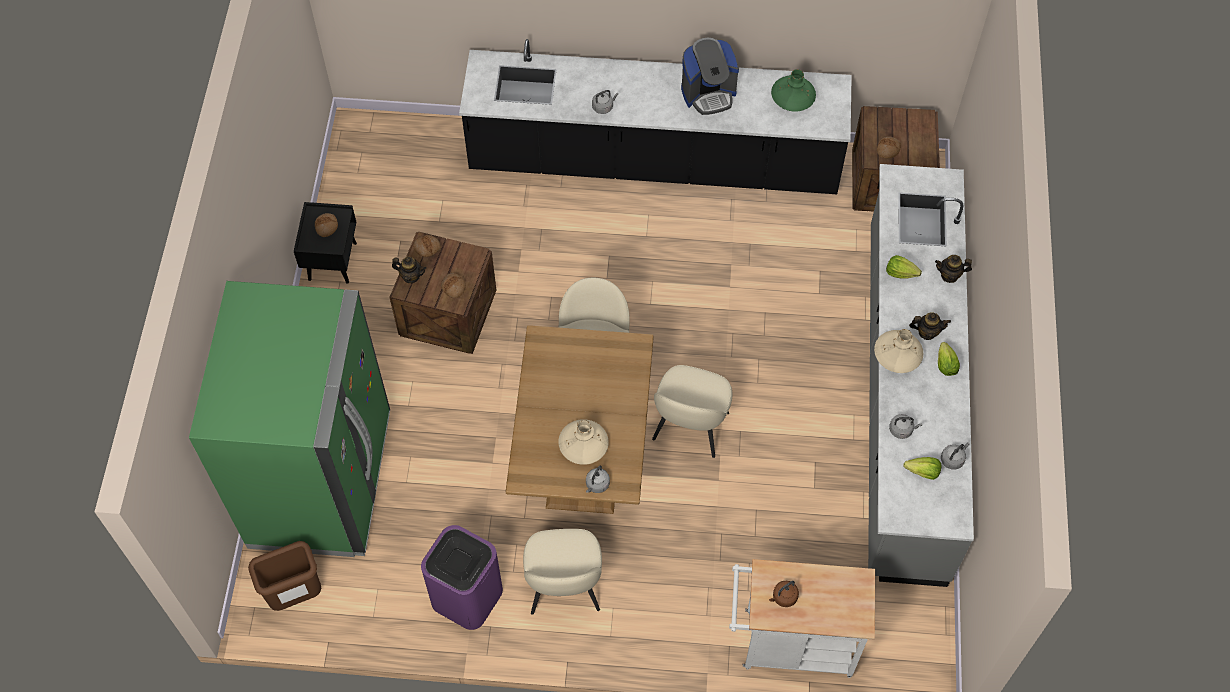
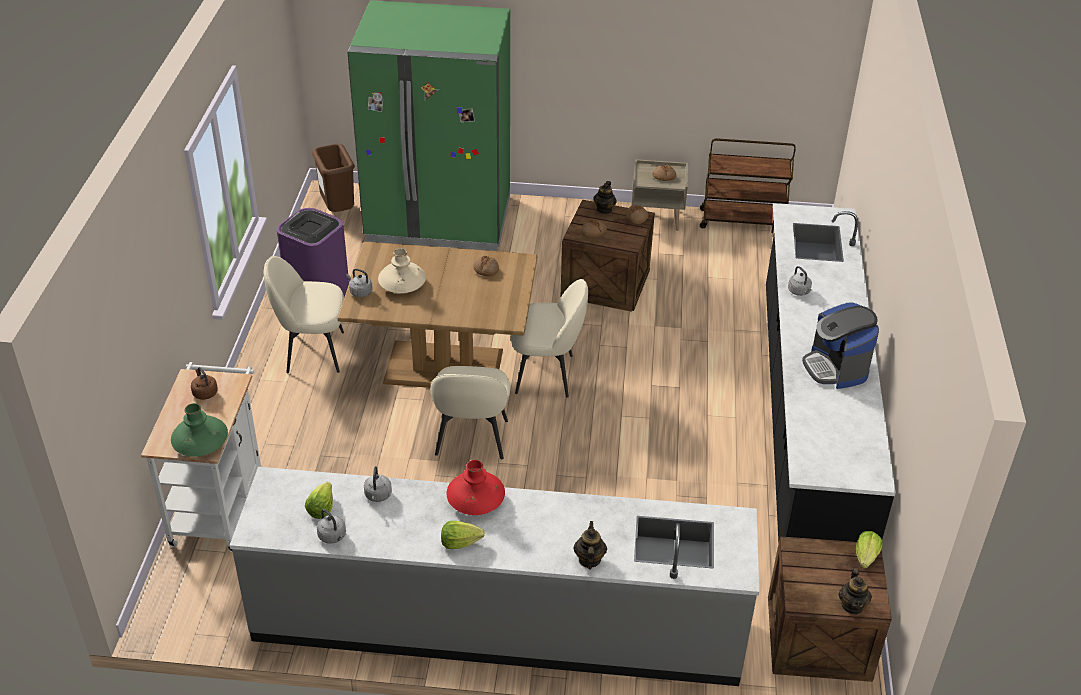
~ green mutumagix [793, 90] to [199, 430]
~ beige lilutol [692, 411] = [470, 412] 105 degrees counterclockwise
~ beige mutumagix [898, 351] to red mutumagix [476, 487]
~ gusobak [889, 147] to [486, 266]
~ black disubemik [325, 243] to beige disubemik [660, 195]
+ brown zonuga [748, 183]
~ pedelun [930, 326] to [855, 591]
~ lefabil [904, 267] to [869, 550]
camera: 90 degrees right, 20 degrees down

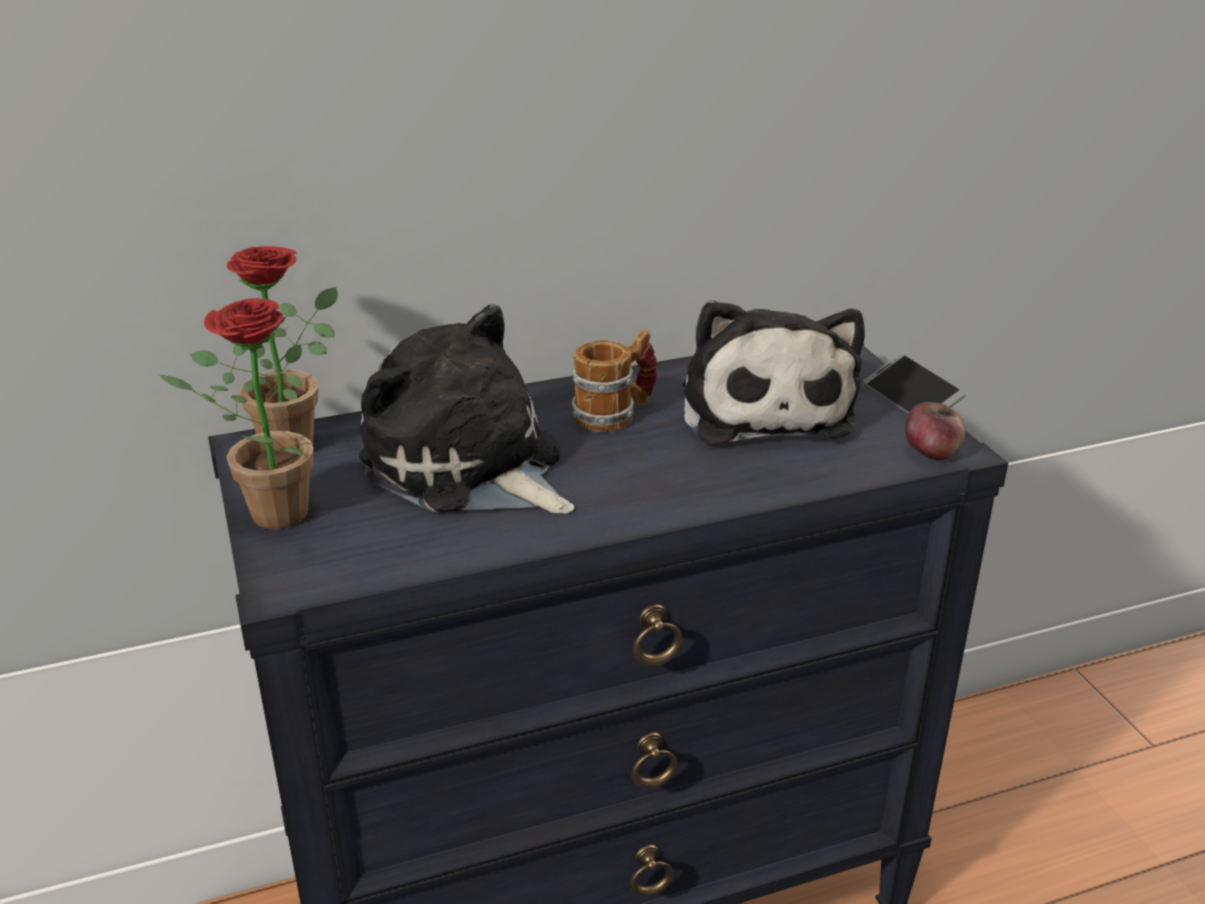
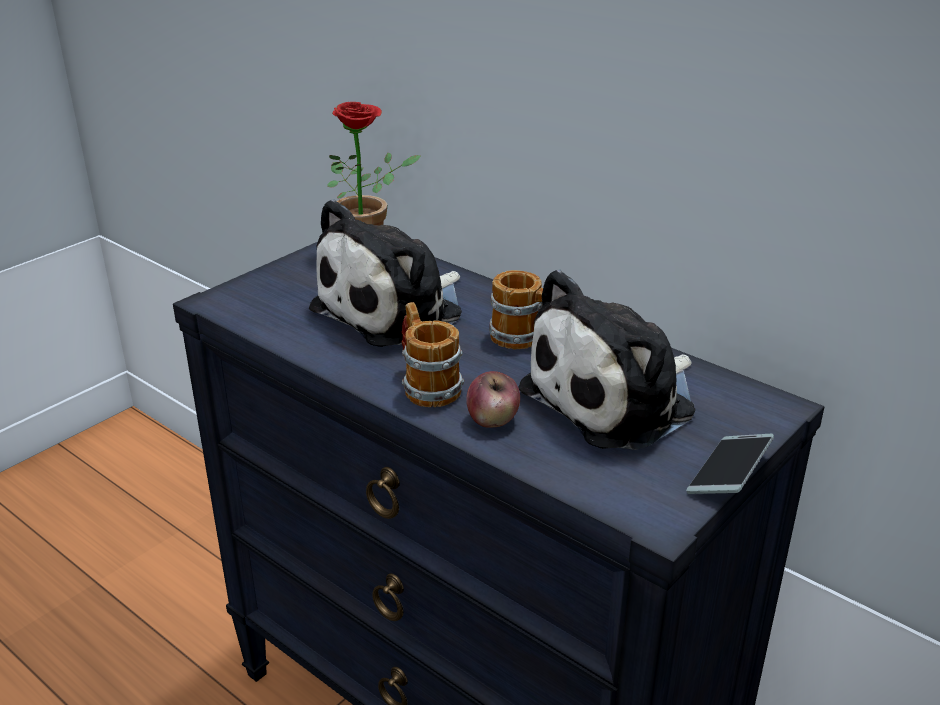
~ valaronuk [466, 409] = [385, 273] 150 degrees counterclockwise
+ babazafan [432, 354]
~ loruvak [935, 431] to [493, 399]
- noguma [236, 413]
camera: 60 degrees right, 0 degrees up

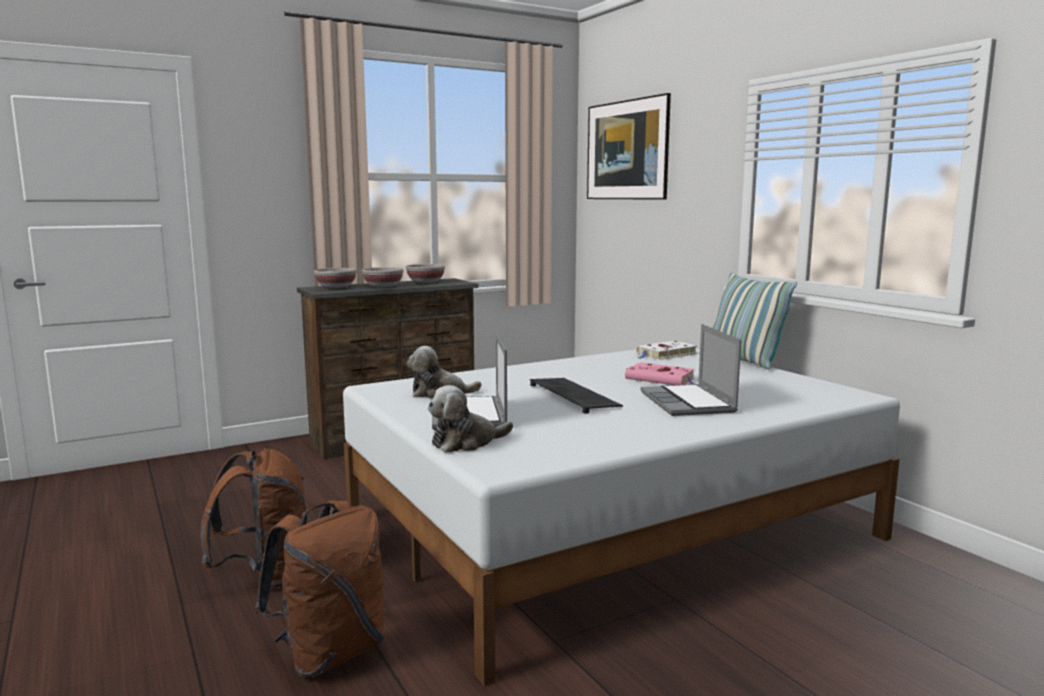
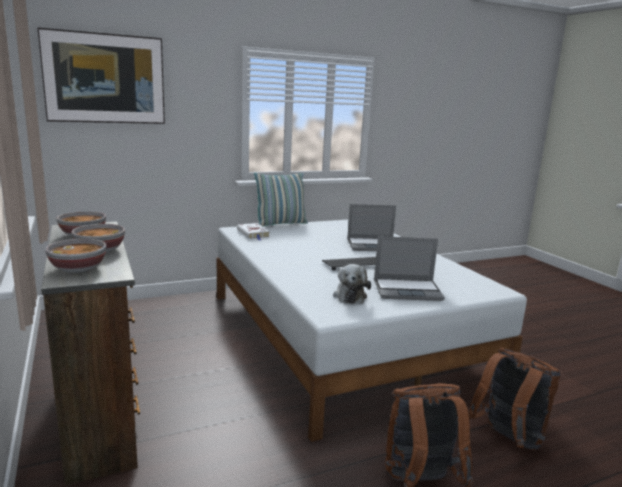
- valaronuk [470, 419]
- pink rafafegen [660, 373]
camera: 85 degrees left, 5 degrees up

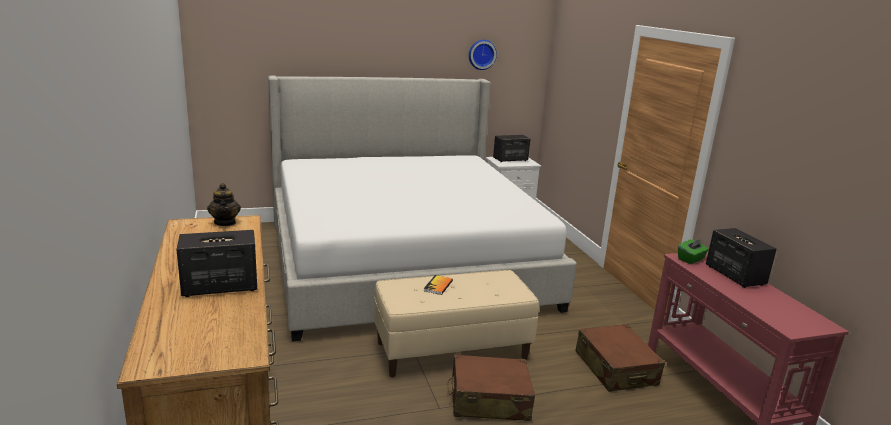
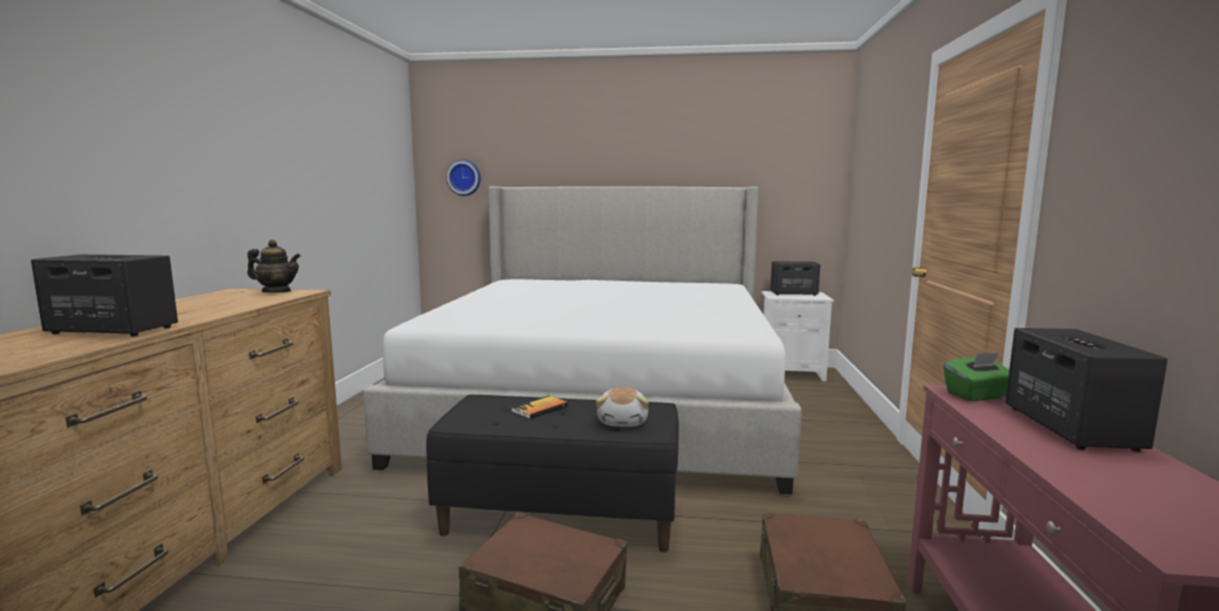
~ pedelun [224, 204] = [274, 266] 90 degrees counterclockwise
~ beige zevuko [456, 323] to black zevuko [552, 473]
~ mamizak [483, 55] to [463, 177]
+ valaronuk [622, 407]
camera: 25 degrees right, 10 degrees down

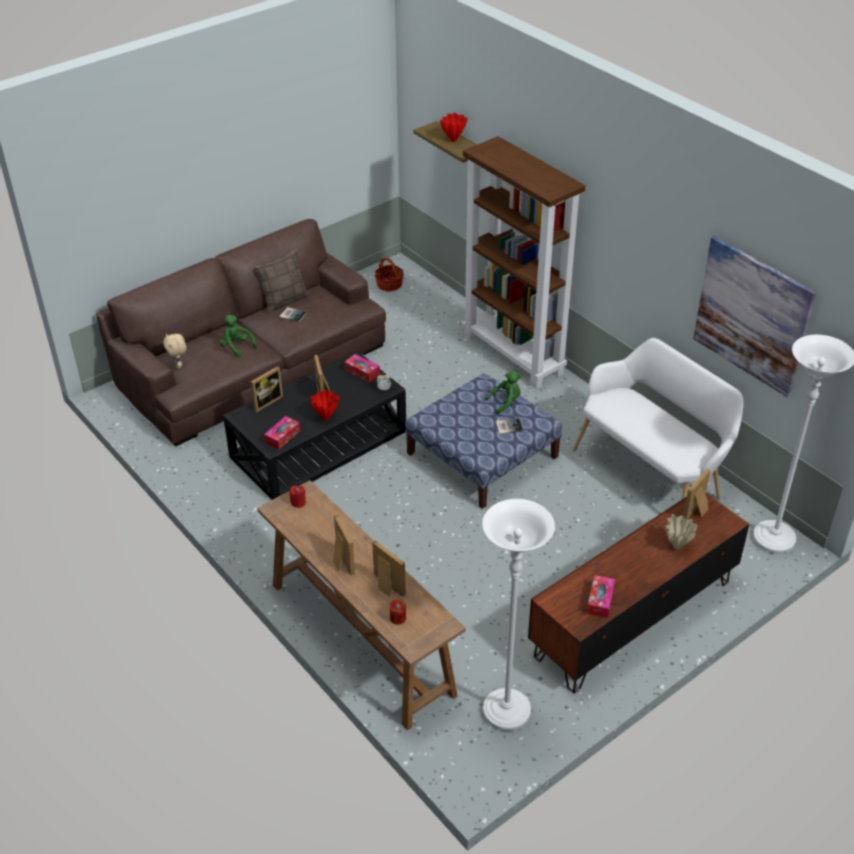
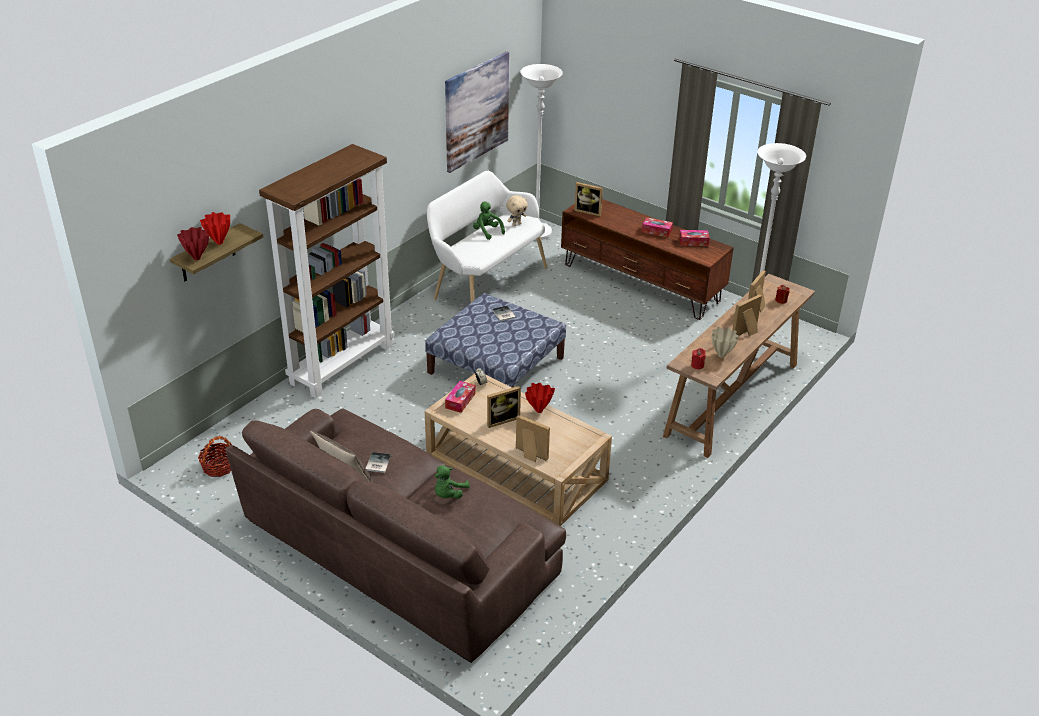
+ red mutumagix [193, 243]
~ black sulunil [314, 425] to beige sulunil [518, 448]
~ green valaronuk [503, 392] to [489, 220]
~ beige valaronuk [175, 351] to [517, 210]
~ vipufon [282, 433] to [657, 227]
~ beige mutumagix [682, 531] to [725, 342]
camera: 105 degrees left, 5 degrees down

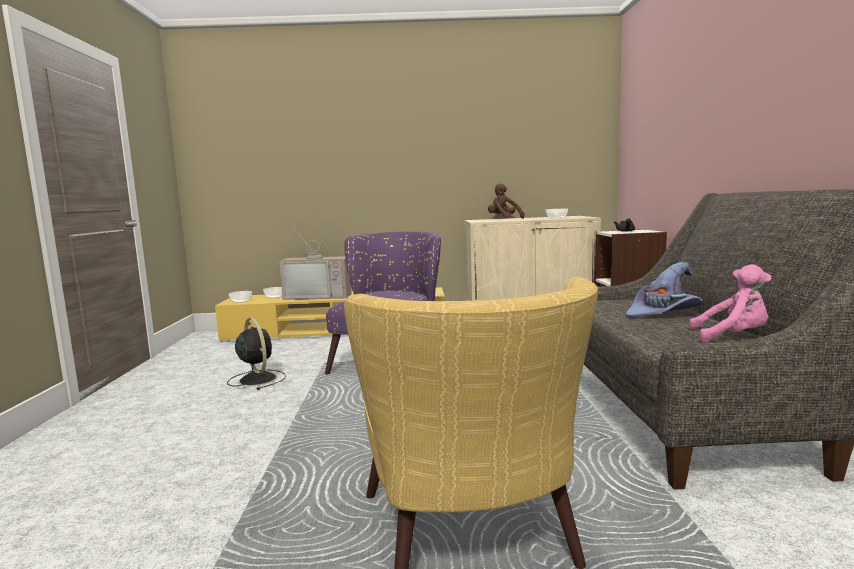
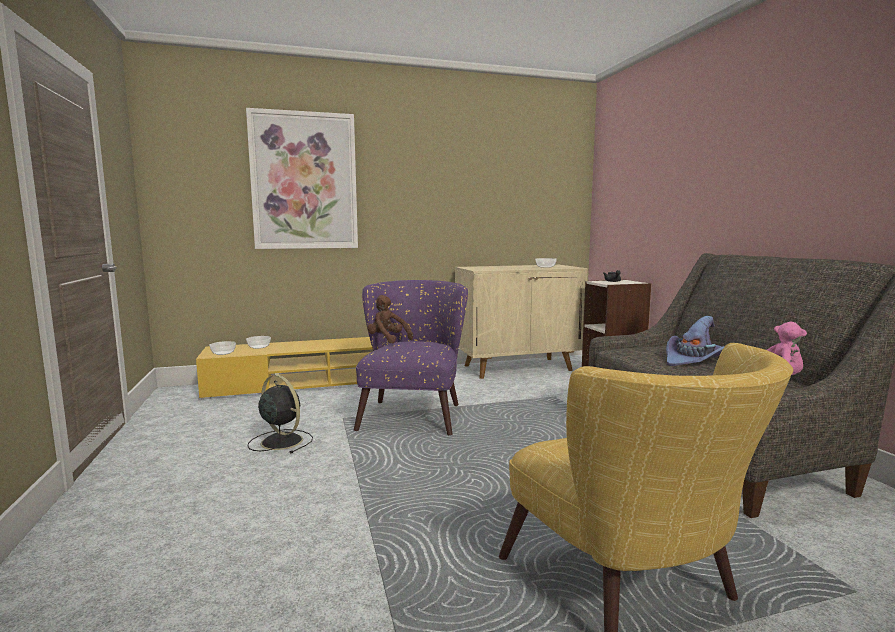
+ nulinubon [302, 178]
~ brown valaronuk [506, 201] to [390, 319]
- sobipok [315, 263]
camera: 15 degrees left, 0 degrees up

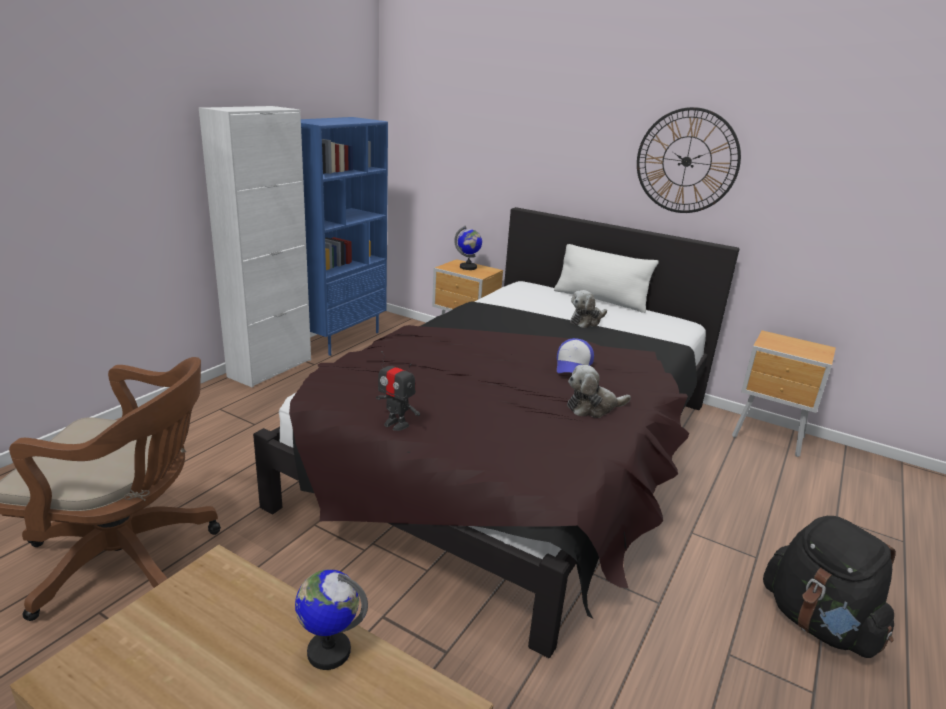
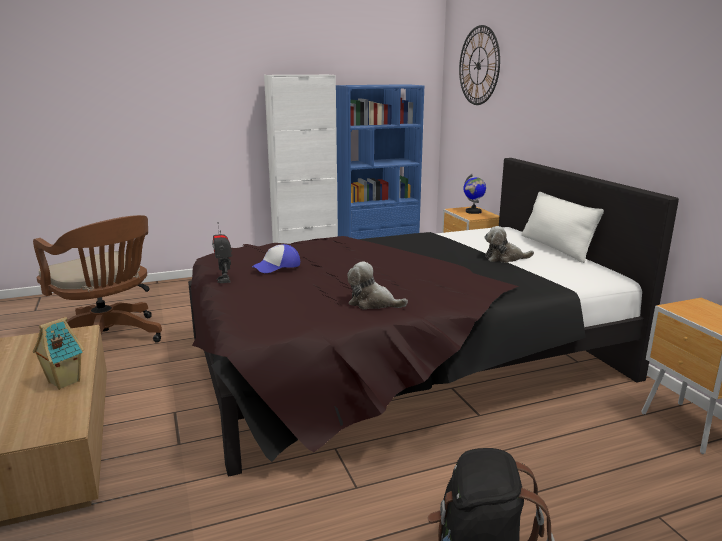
~ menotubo [331, 619] to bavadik [58, 353]
~ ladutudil [575, 355] to [276, 258]
~ mamizak [689, 160] to [479, 65]
camera: 40 degrees right, 5 degrees down

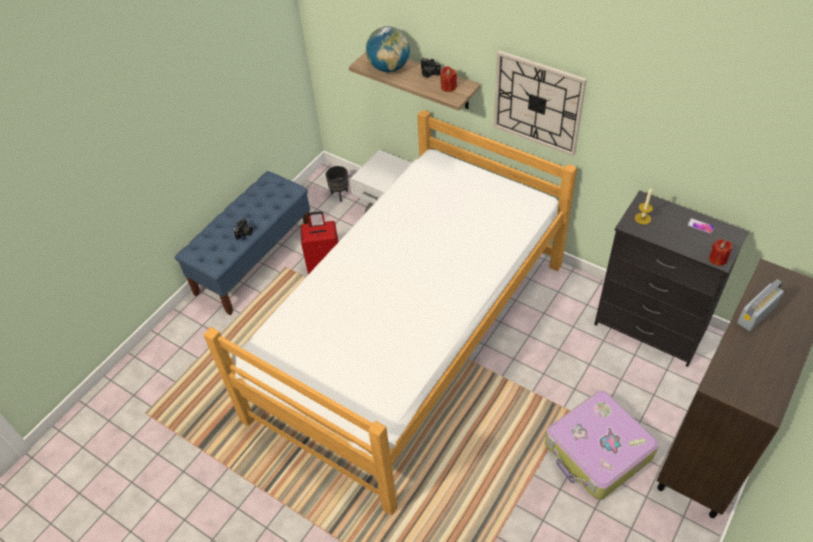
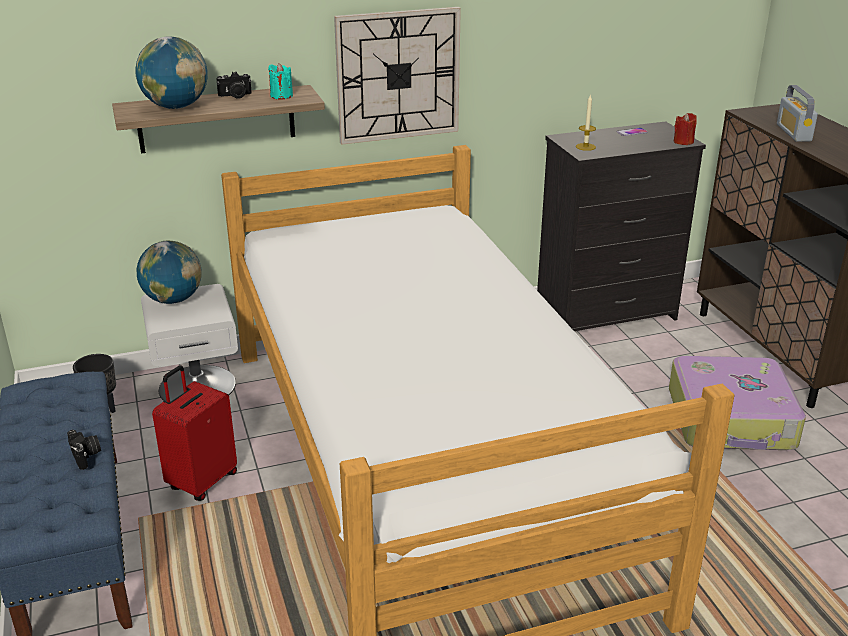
+ menotubo [169, 272]
~ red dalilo [448, 79] to turquoise dalilo [280, 81]
camera: 55 degrees left, 20 degrees down

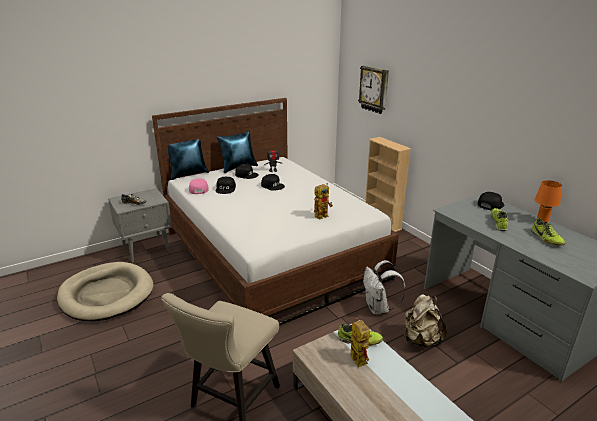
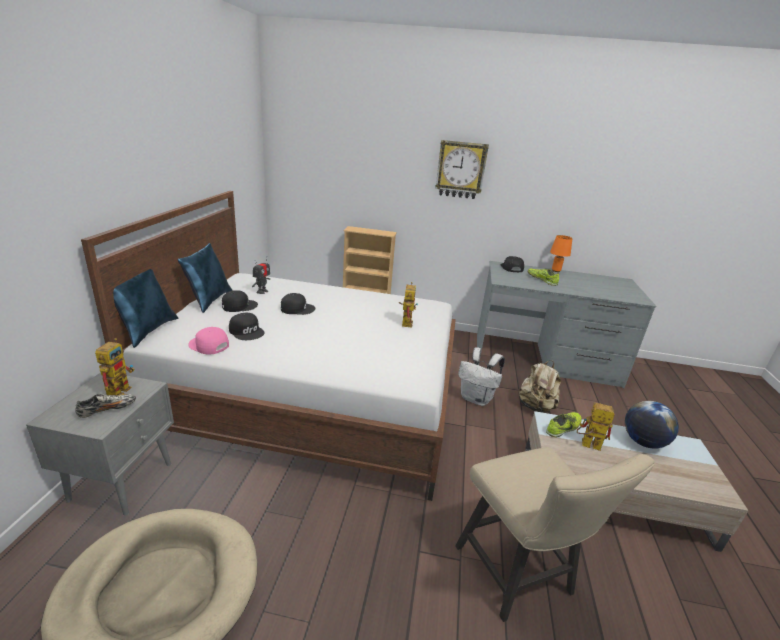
+ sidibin [114, 366]
~ mamizak [373, 89] to [462, 169]
+ menotubo [652, 425]
- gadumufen [548, 232]
camera: 50 degrees left, 0 degrees up

